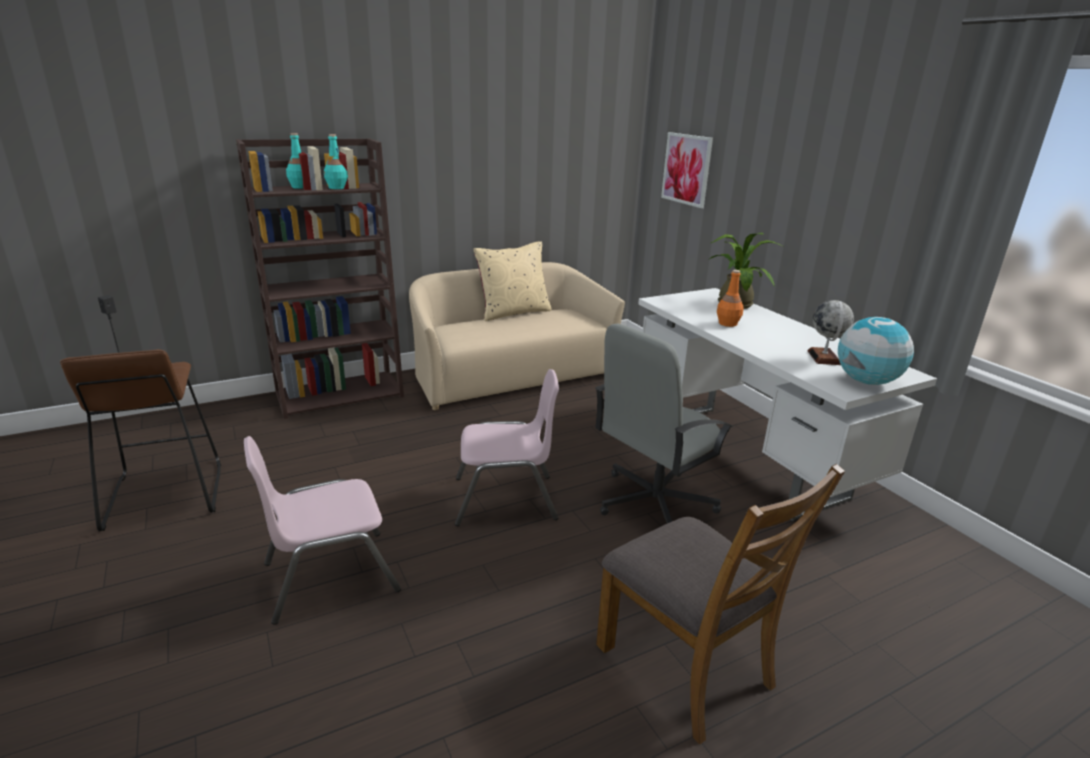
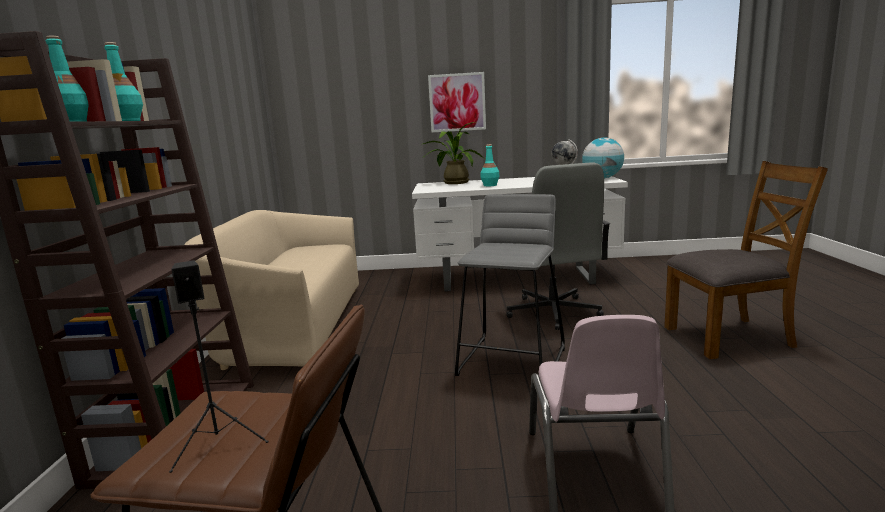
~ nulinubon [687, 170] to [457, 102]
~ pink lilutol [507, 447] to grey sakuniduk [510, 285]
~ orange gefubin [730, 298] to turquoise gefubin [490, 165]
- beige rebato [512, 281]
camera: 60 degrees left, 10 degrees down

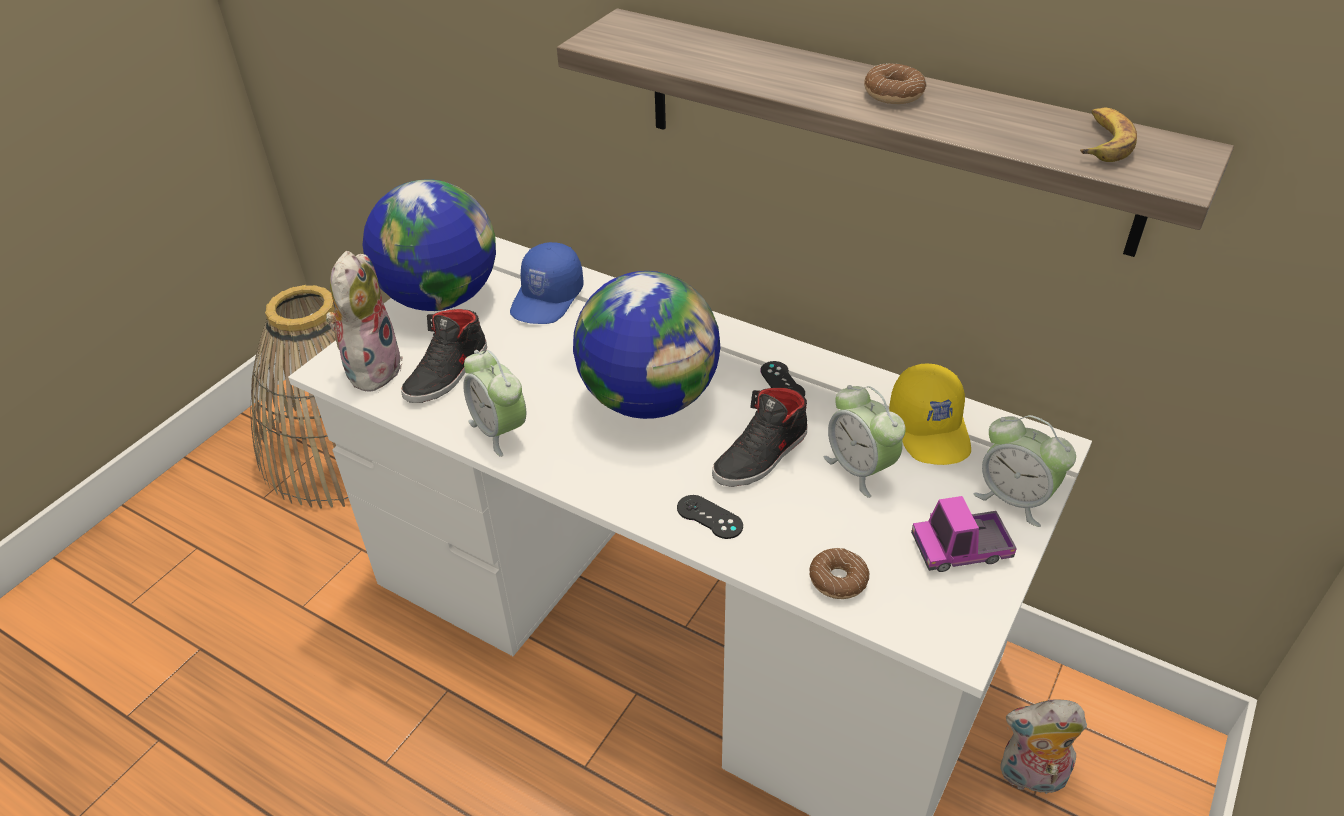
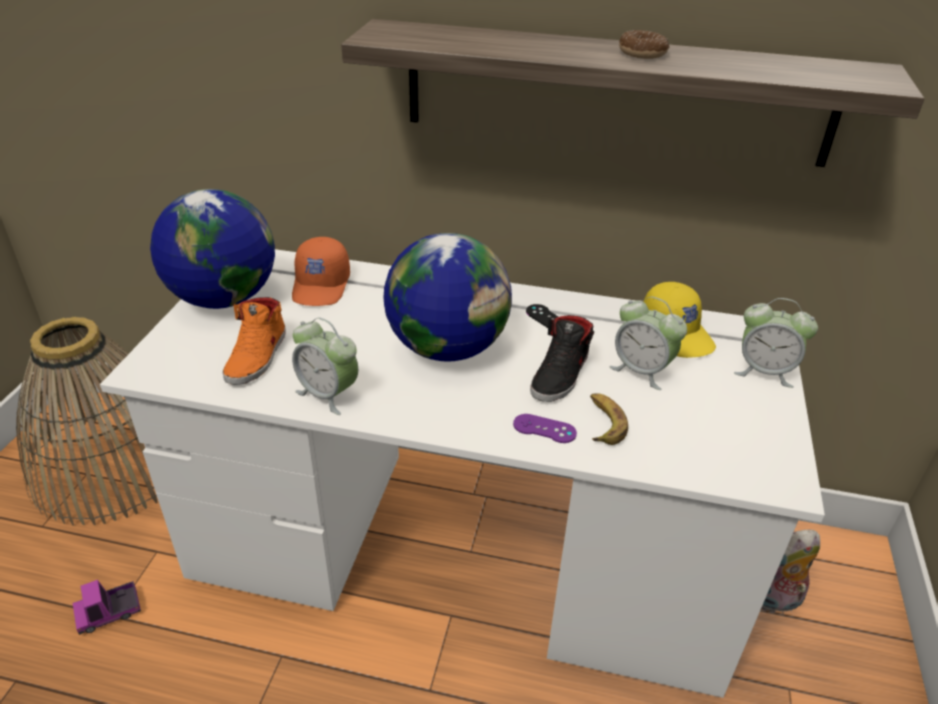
~ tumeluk [964, 534] to [107, 607]
~ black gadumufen [444, 356] to orange gadumufen [254, 341]
~ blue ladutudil [547, 283] to orange ladutudil [321, 271]
~ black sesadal [710, 517] to purple sesadal [545, 428]
~ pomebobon [1108, 135] to [609, 419]
- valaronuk [364, 321]
- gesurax [839, 573]
camera: 20 degrees left, 5 degrees down

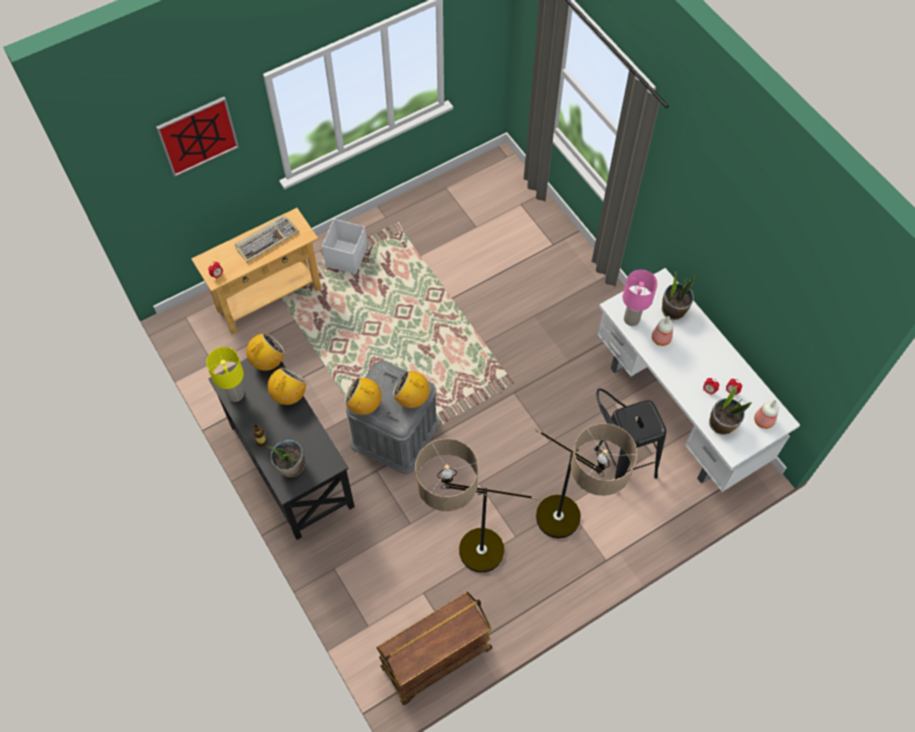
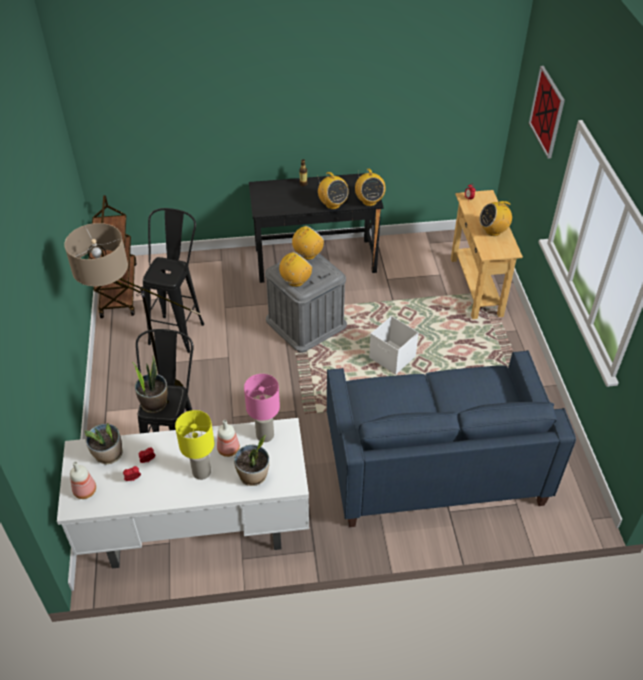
~ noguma [285, 458] to [149, 384]
~ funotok [478, 505] to black sakuniduk [173, 280]
~ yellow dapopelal [225, 374] to [194, 445]
+ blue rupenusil [451, 438]
~ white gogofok [344, 246] to [394, 345]
~ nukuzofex [267, 239] to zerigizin [496, 218]
camera: 115 degrees right, 15 degrees down

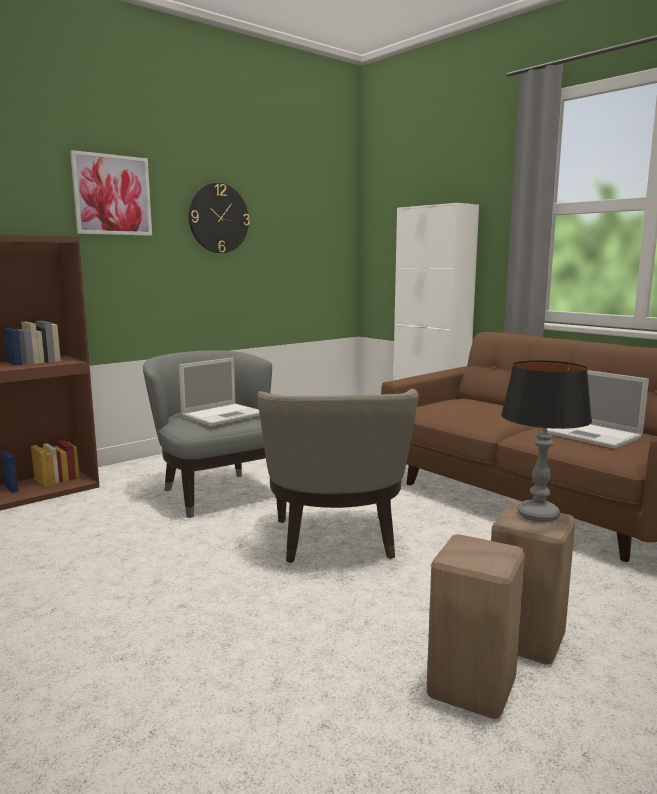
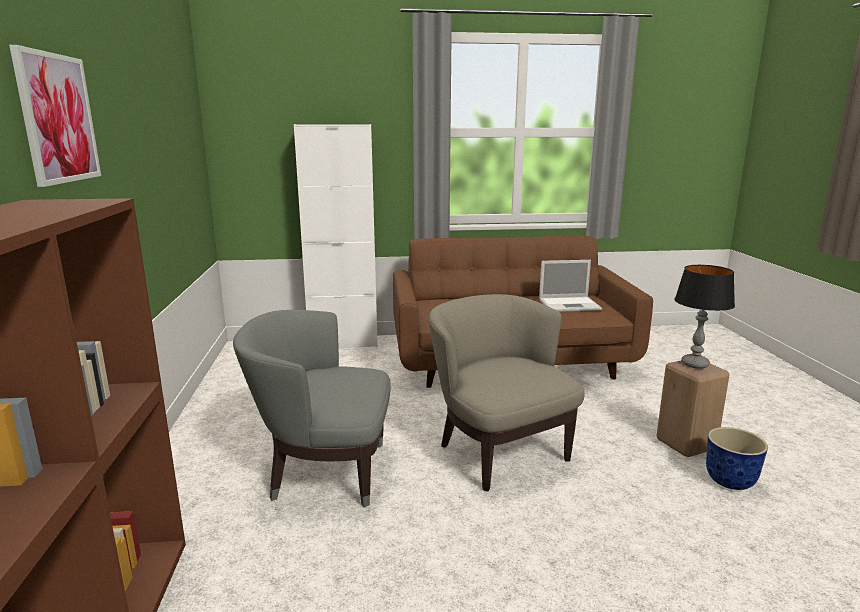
~ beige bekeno [338, 476] = [506, 393] 150 degrees counterclockwise
~ beige sakuniduk [476, 626] to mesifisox [737, 458]
- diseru [219, 391]
- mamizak [219, 218]
camera: 55 degrees left, 5 degrees up

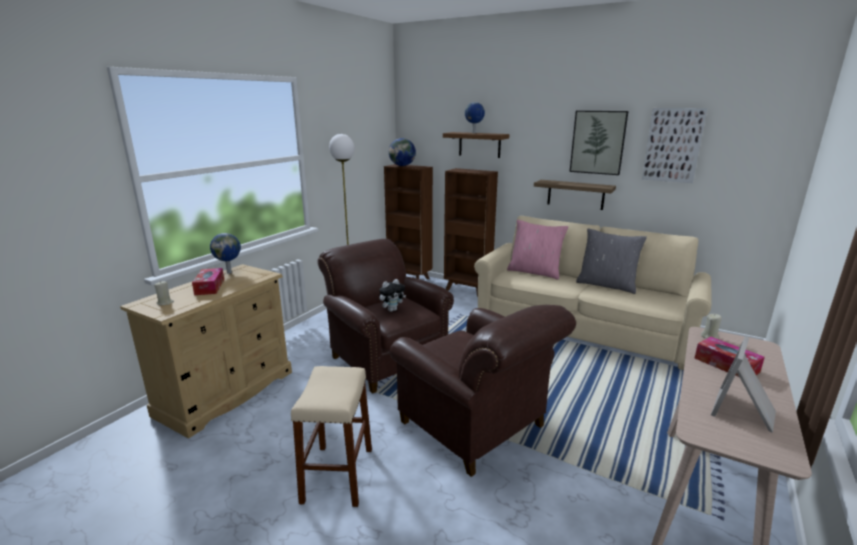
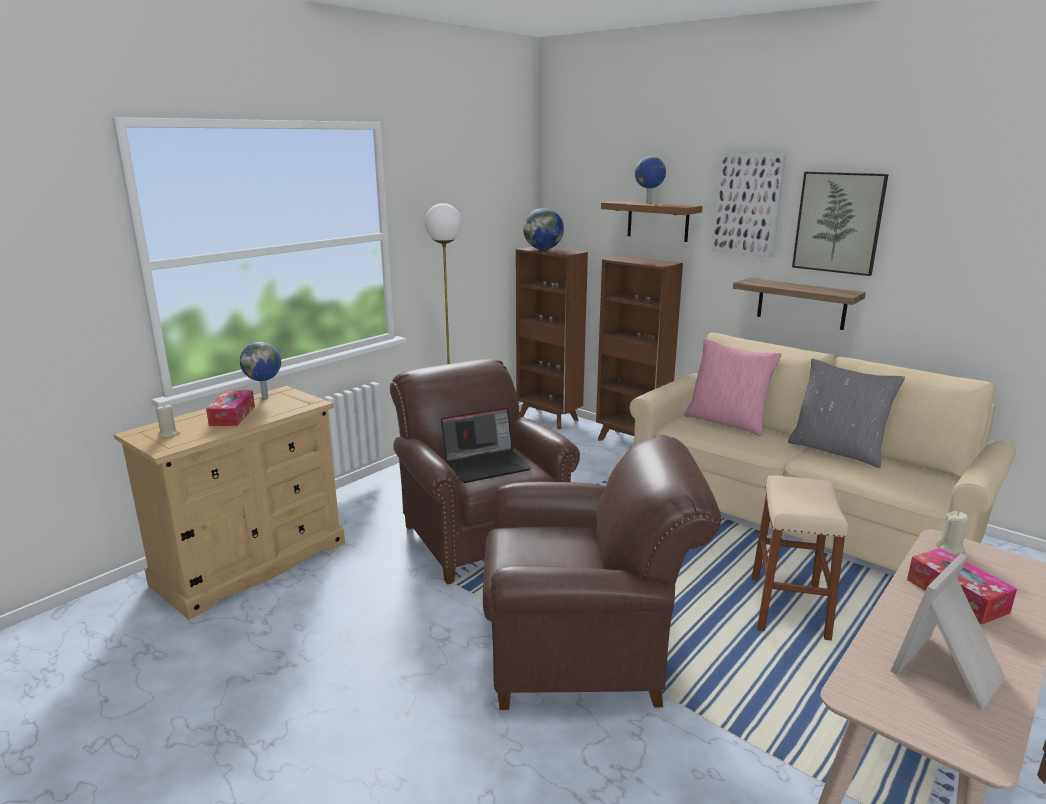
~ valaronuk [392, 295] to diseru [486, 445]
~ brown bekeno [483, 391] = [602, 572] 60 degrees counterclockwise
~ nulinubon [674, 145] to [749, 205]
~ beige sakuniduk [331, 436] to [800, 558]
camera: 10 degrees right, 0 degrees up

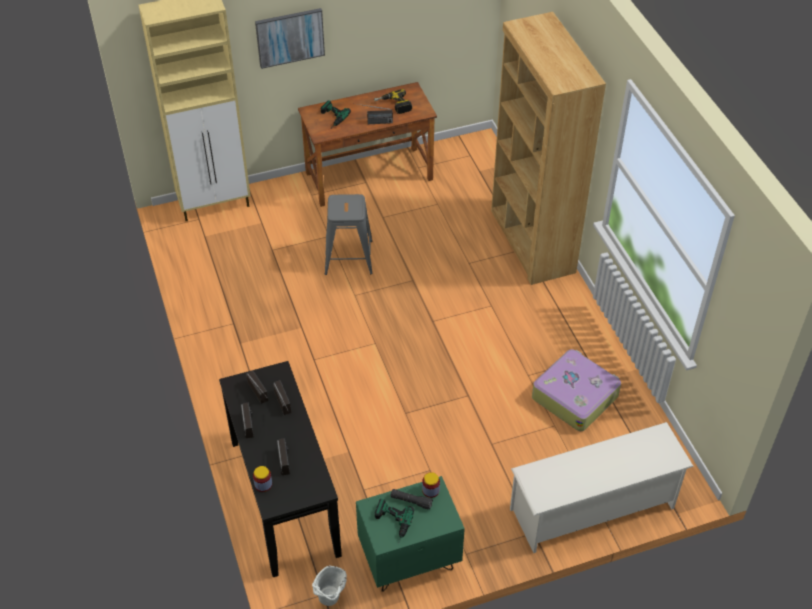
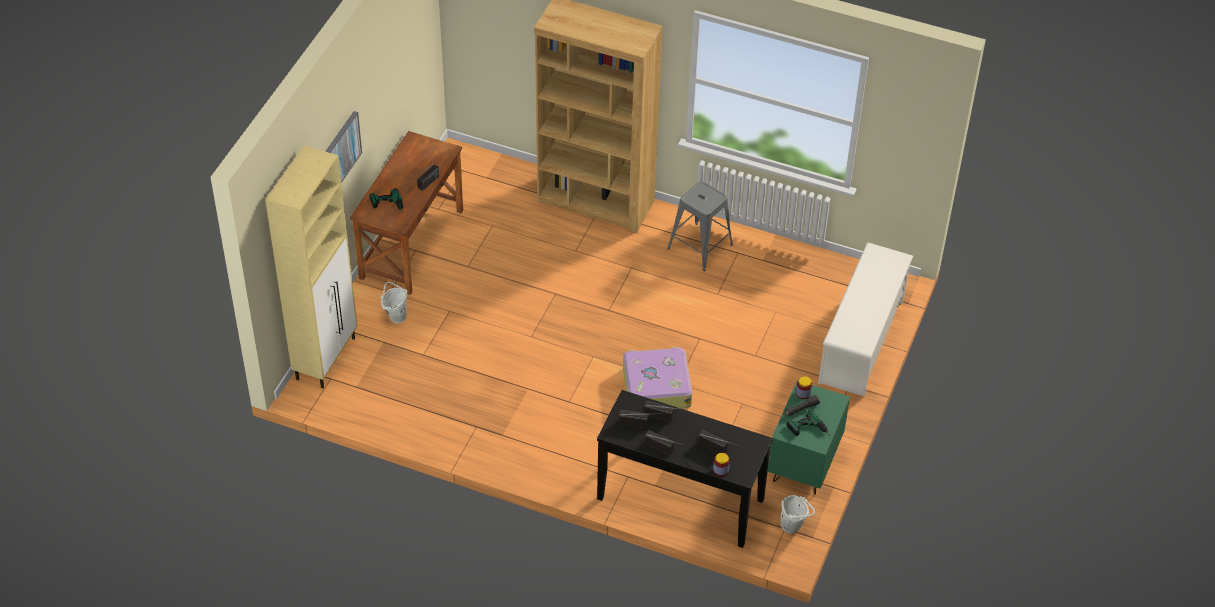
+ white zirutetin [394, 302]
~ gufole [576, 390] to [657, 378]
~ grey sakuniduk [349, 234] to [700, 226]
- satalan [393, 101]
camera: 50 degrees left, 0 degrees up

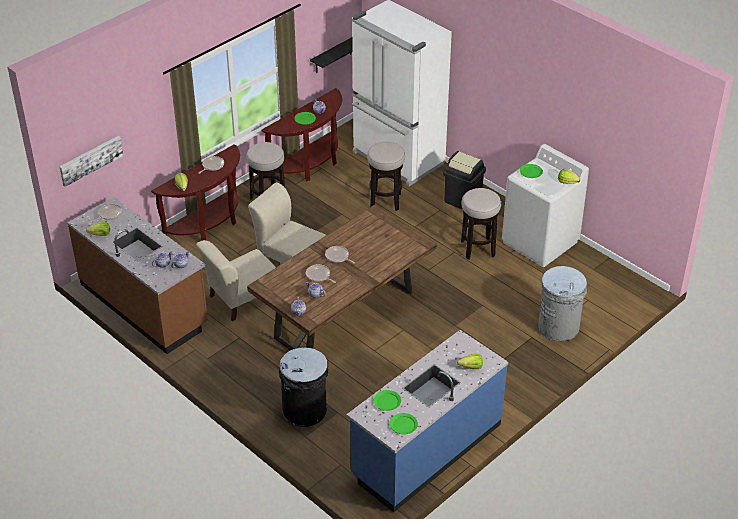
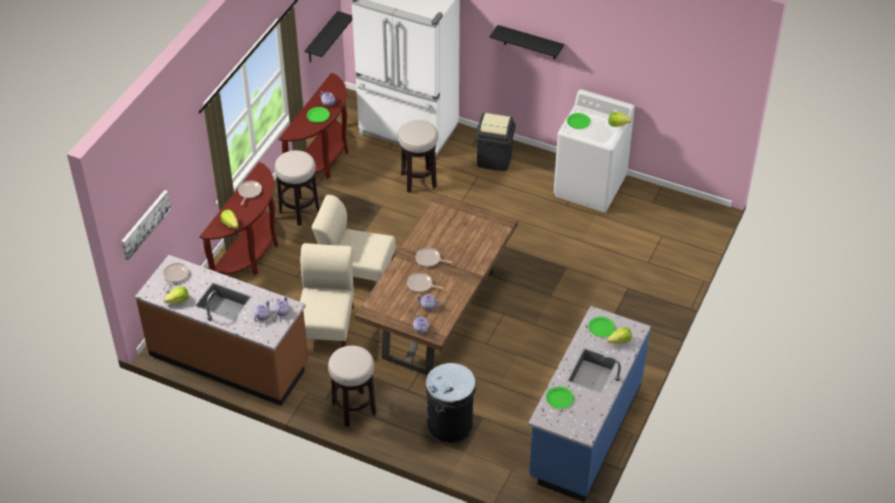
~ beige lilutol [236, 280] = [327, 295] 150 degrees clockwise
~ sakuniduk [481, 224] to [352, 386]
+ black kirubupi [527, 42]
~ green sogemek [404, 423] to [601, 327]
- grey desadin [562, 304]
camera: 20 degrees left, 5 degrees up

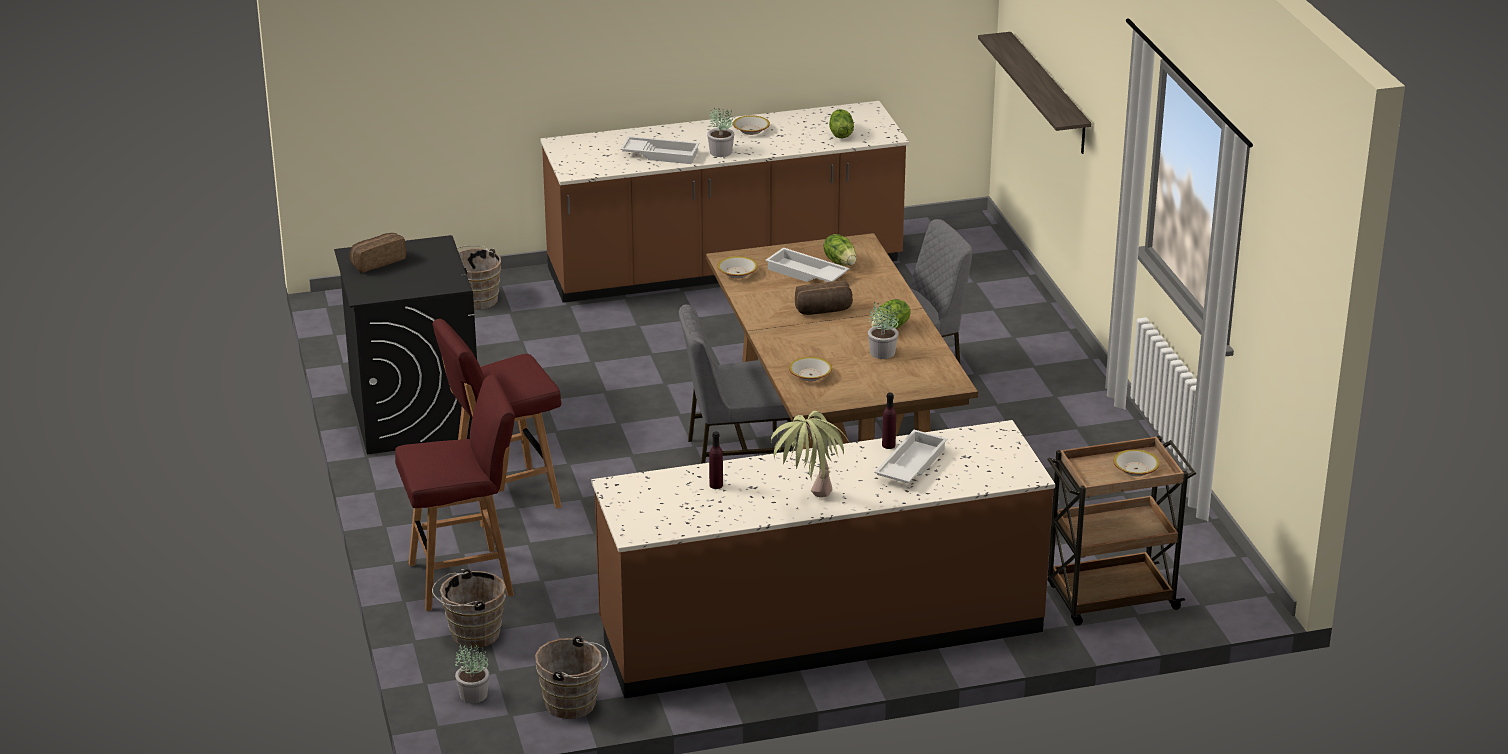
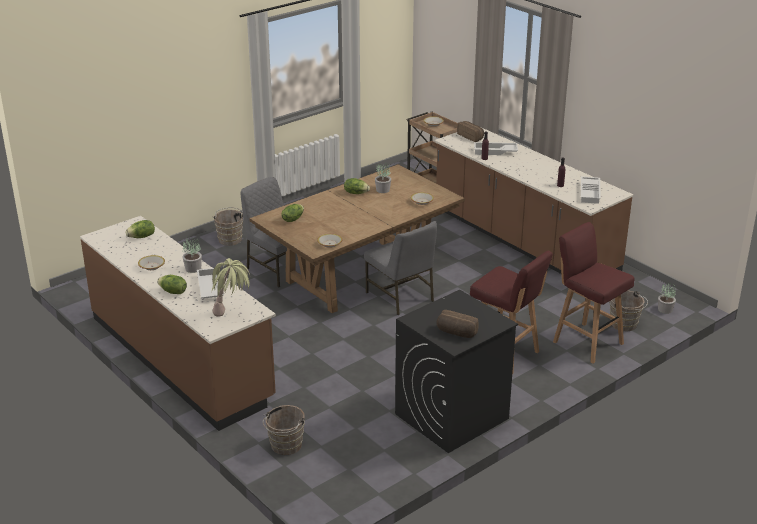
+ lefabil [172, 284]
~ noguma [810, 454] to [231, 287]
~ brown zirutetin [572, 677] to [228, 226]
~ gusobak [824, 297] to [470, 131]
~ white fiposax [807, 264] to [591, 190]
- kirubupi [1034, 93]
camera: 115 degrees left, 0 degrees up

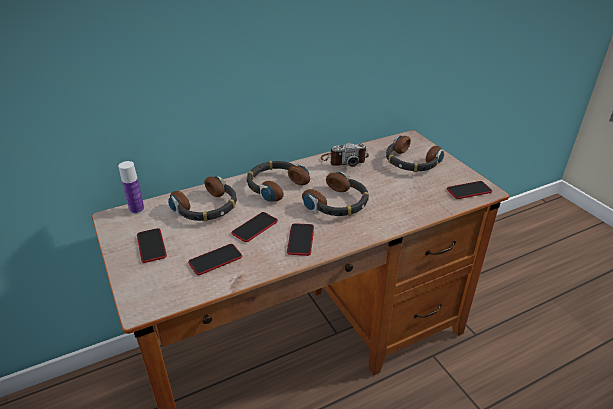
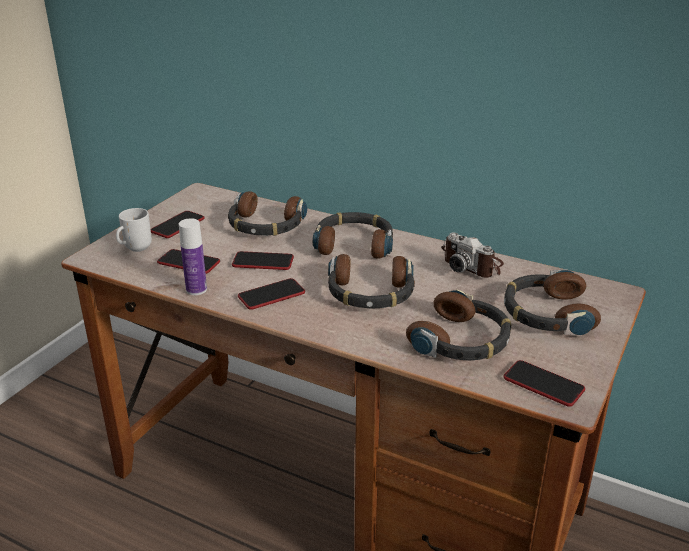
+ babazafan [134, 230]
~ gefubin [131, 187] to [193, 256]
+ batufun [458, 325]
camera: 55 degrees right, 5 degrees down

